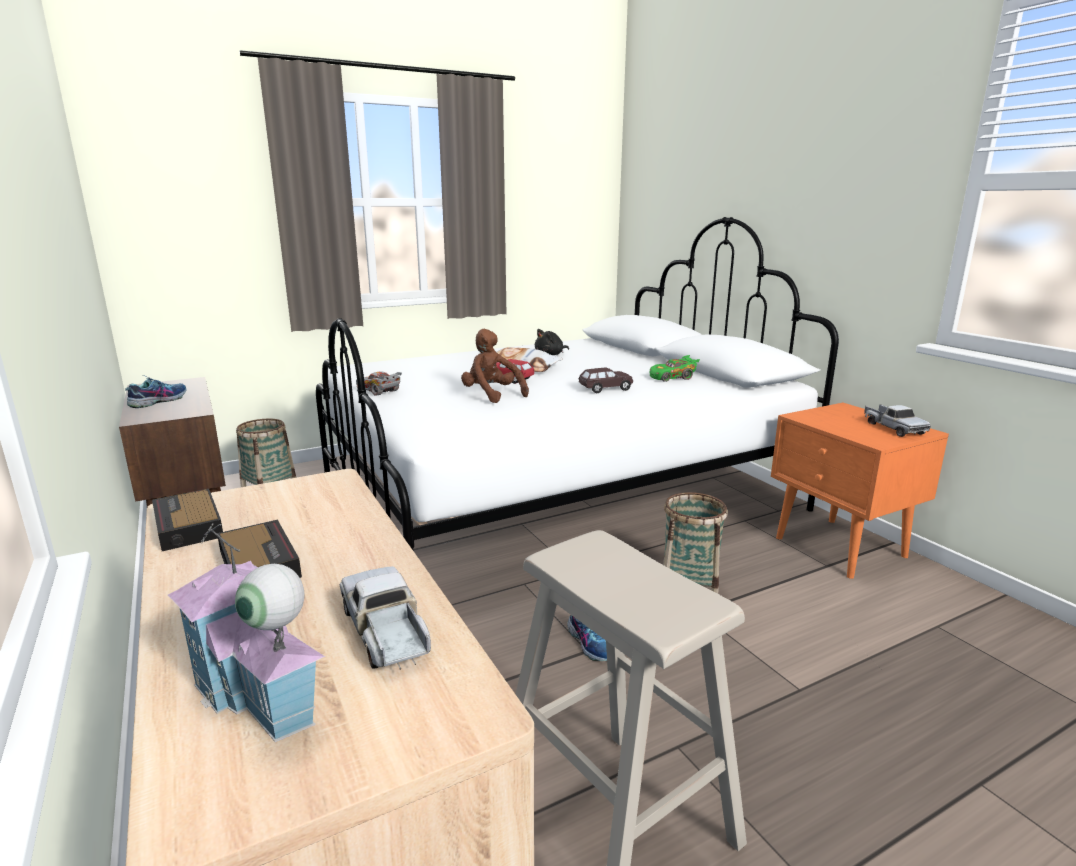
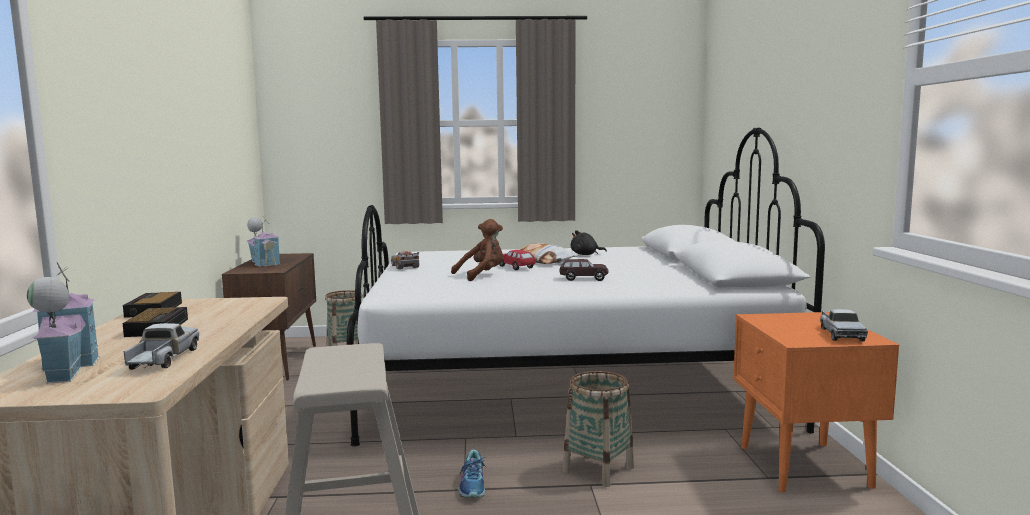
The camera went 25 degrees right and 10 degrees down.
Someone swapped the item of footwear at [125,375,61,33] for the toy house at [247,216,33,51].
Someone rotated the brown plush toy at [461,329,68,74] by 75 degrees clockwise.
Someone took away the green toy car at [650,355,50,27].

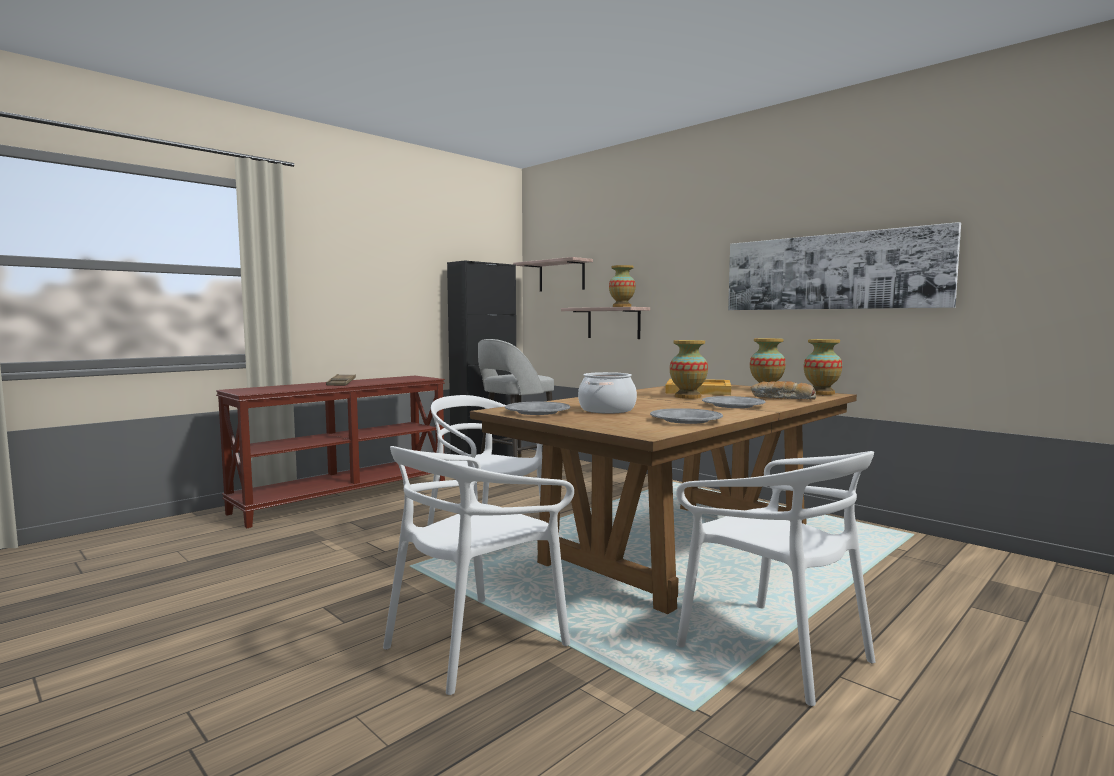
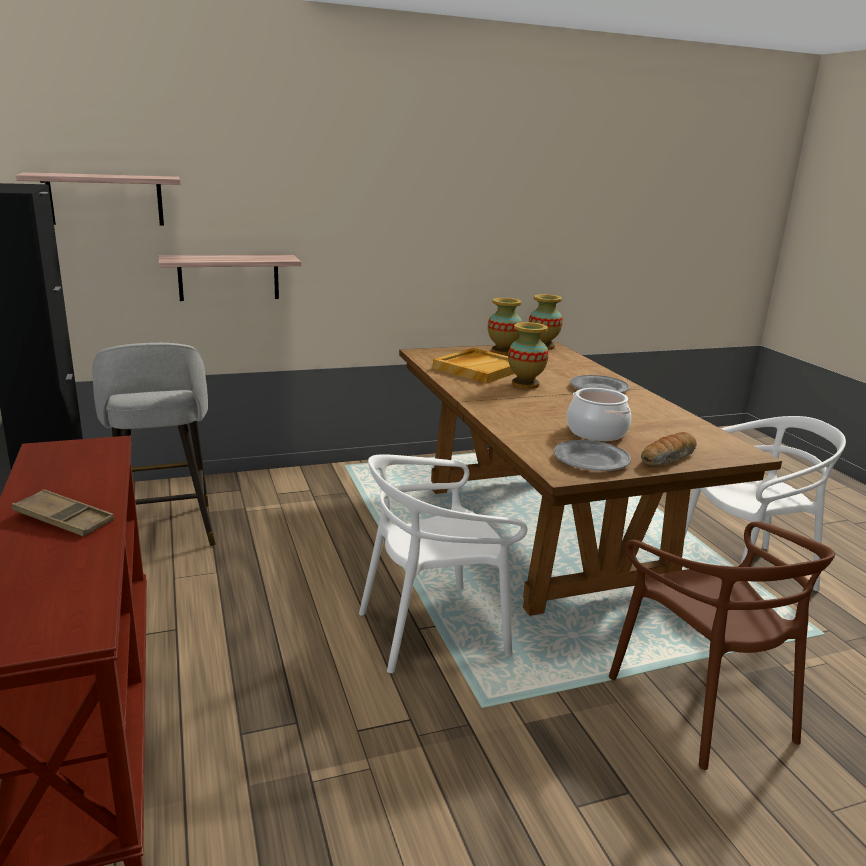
The camera went 65 degrees left and 15 degrees up.
Someone repainted the white upright chair at [383,446,191,249], which became the brown upright chair at [609,522,226,248].
Someone took away the decorative vase at [609,265,27,42].
Someone took away the gray plate at [650,408,73,16].
Someone took away the wall art at [728,222,233,88].
Someone carried the bread from [751,381,65,19] to [641,432,56,34].

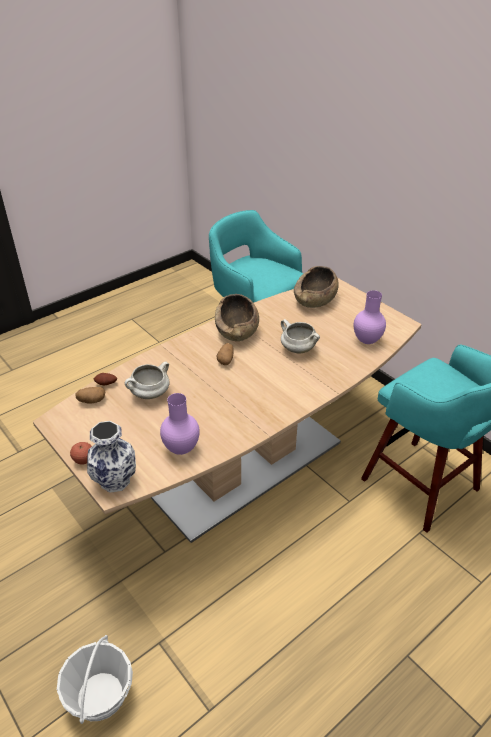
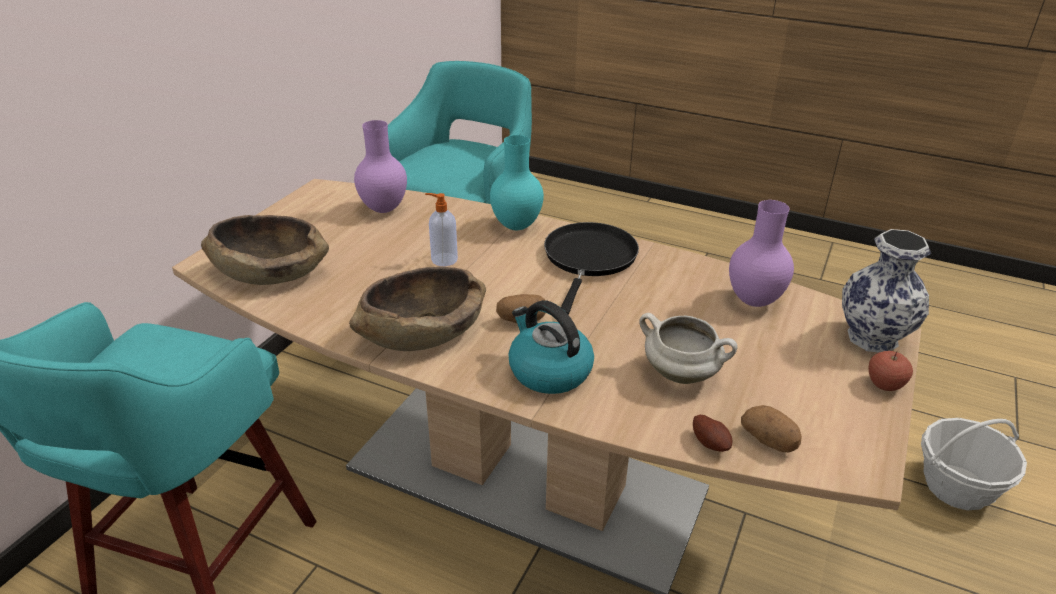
The camera went 115 degrees left and 5 degrees down.
Someone swapped the white cooking pot at [281,319,39,34] for the liquid soap bottle at [425,193,33,73].
Someone put down the turquoise-coloured decorative vase at [490,135,54,95].
Someone put down the kettle at [509,300,85,94].
Someone put down the black frying pan at [544,222,95,93].

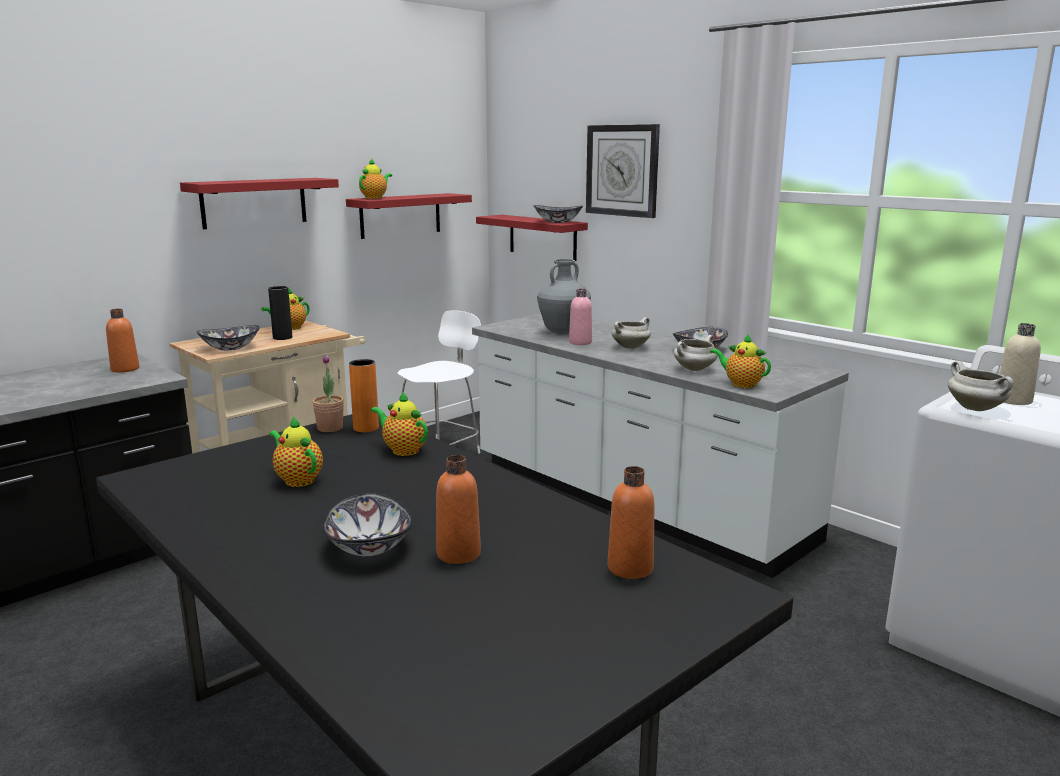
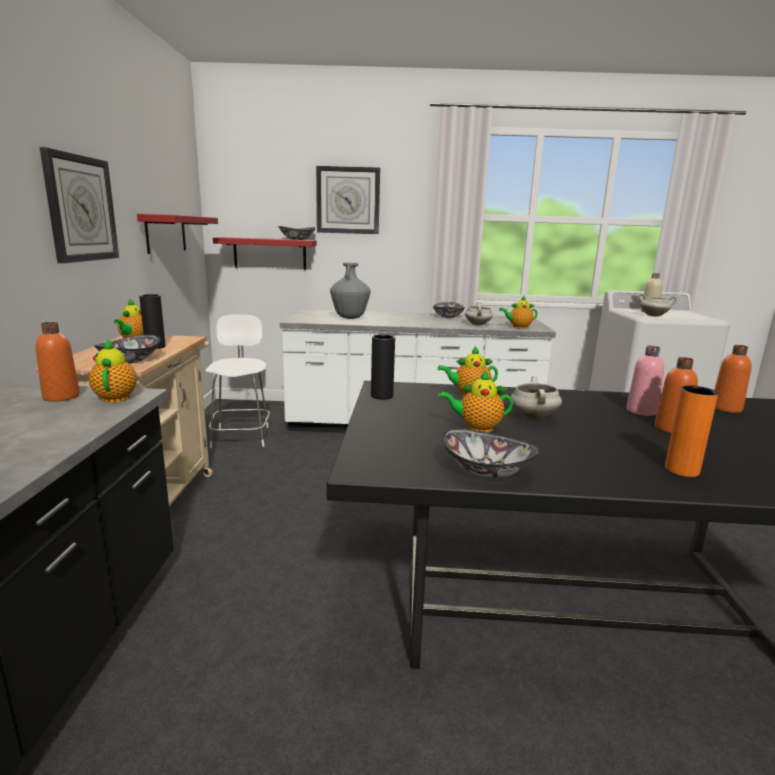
The camera went 45 degrees left and 0 degrees up.
Someone swapped the reddish bracket shelf at [180,178,159,51] for the wall clock at [40,147,79,116].
Someone swapped the plant in a pot at [312,355,32,77] for the black decorative vase at [371,335,24,65].
Someone carried the bowl from [322,493,91,64] to [441,428,99,50].
Someone carried the orange-coloured decorative vase from [349,359,30,73] to [665,386,53,91].
Someone carried the teapot from [359,159,33,40] to [89,339,48,64].
Someone carried the pinkish beverage bottle from [569,289,23,56] to [626,346,38,70].
Someone carried the white cooking pot from [612,317,39,32] to [511,376,51,44].

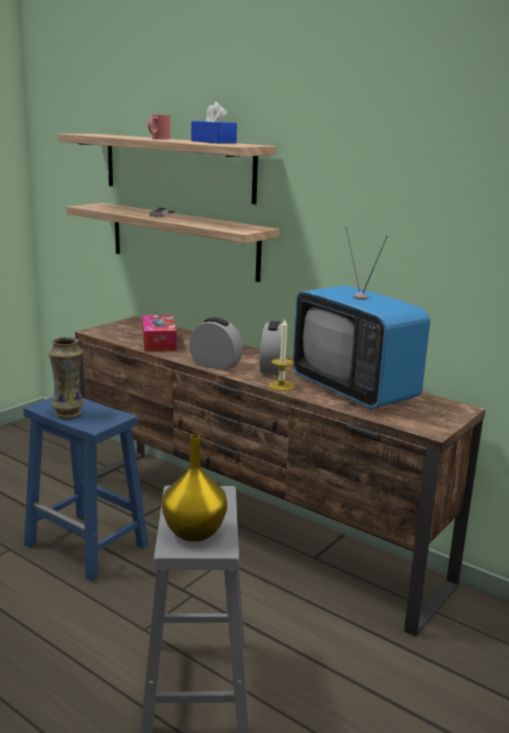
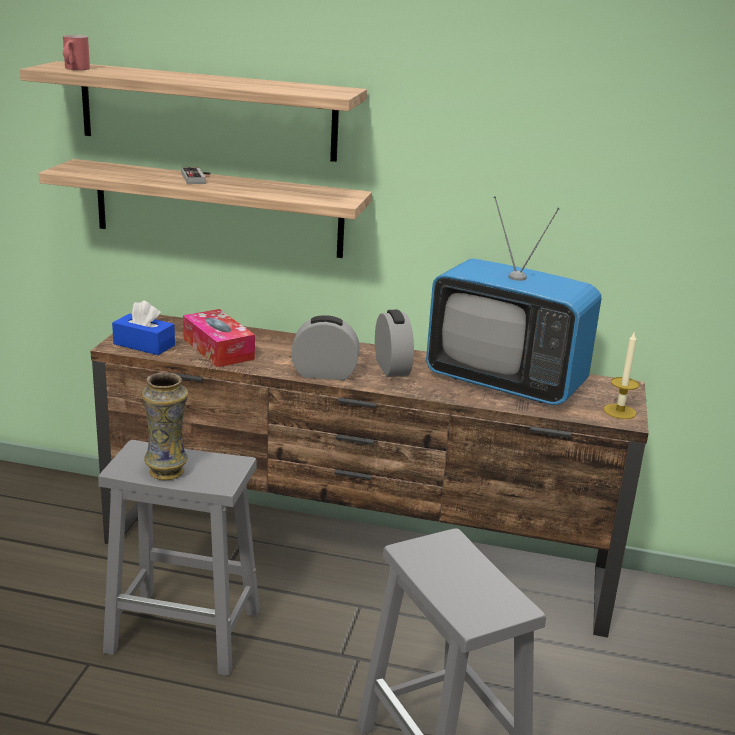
The camera went 25 degrees left and 5 degrees up.
Someone repainted the blue-coloured stool seat at [24,397,125,184], which became the gray stool seat at [98,440,162,236].
Someone carried the reddish coffee mug from [147,114,23,25] to [63,35,27,35].
Someone took away the yellow-coloured decorative vase at [162,435,65,107].
Someone carried the blue-coloured box of tissues from [191,102,46,42] to [112,300,63,55].
Someone carried the wax light from [268,319,27,72] to [604,331,35,88].

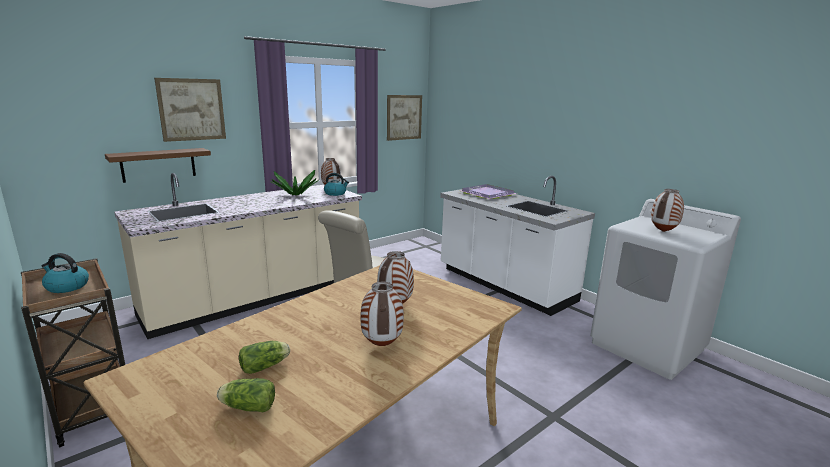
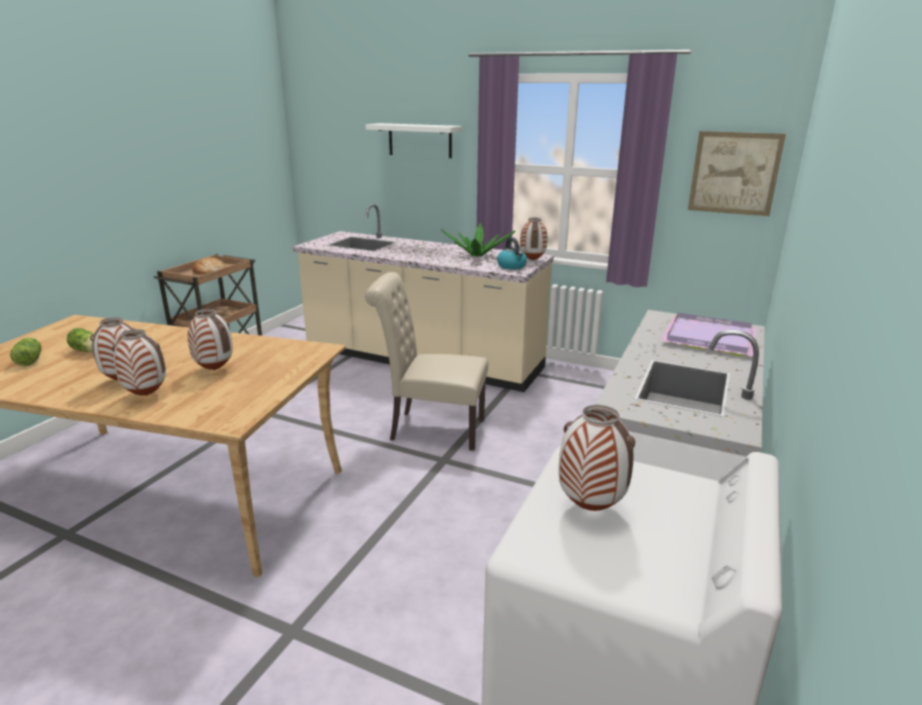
The camera went 65 degrees right and 5 degrees up.
Someone swapped the kettle at [41,253,48,40] for the bread at [192,257,33,17].
Someone took away the brown bracket shelf at [105,148,106,35].
Someone swapped the wall art at [154,78,72,64] for the white bracket shelf at [366,123,96,35].
Someone put down the decorative vase at [112,329,54,67].

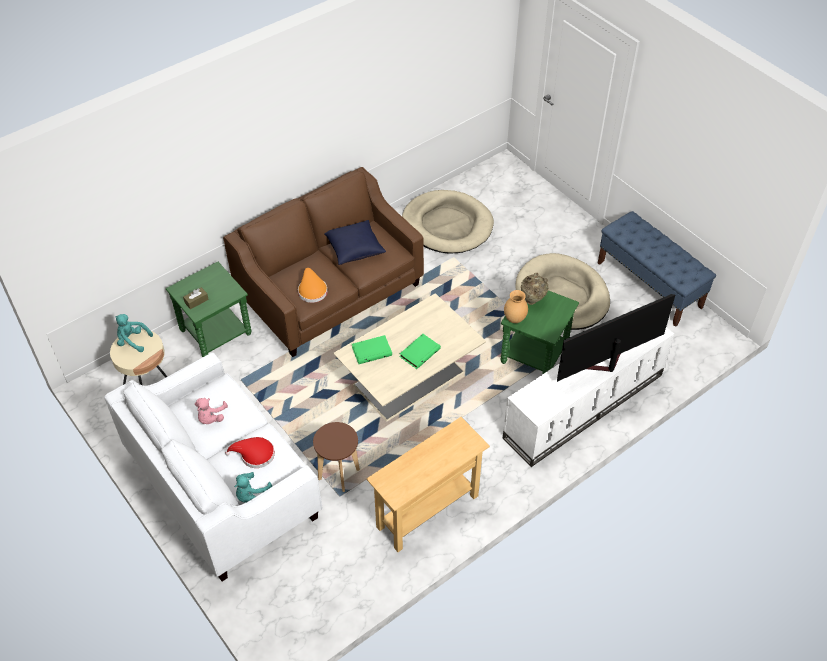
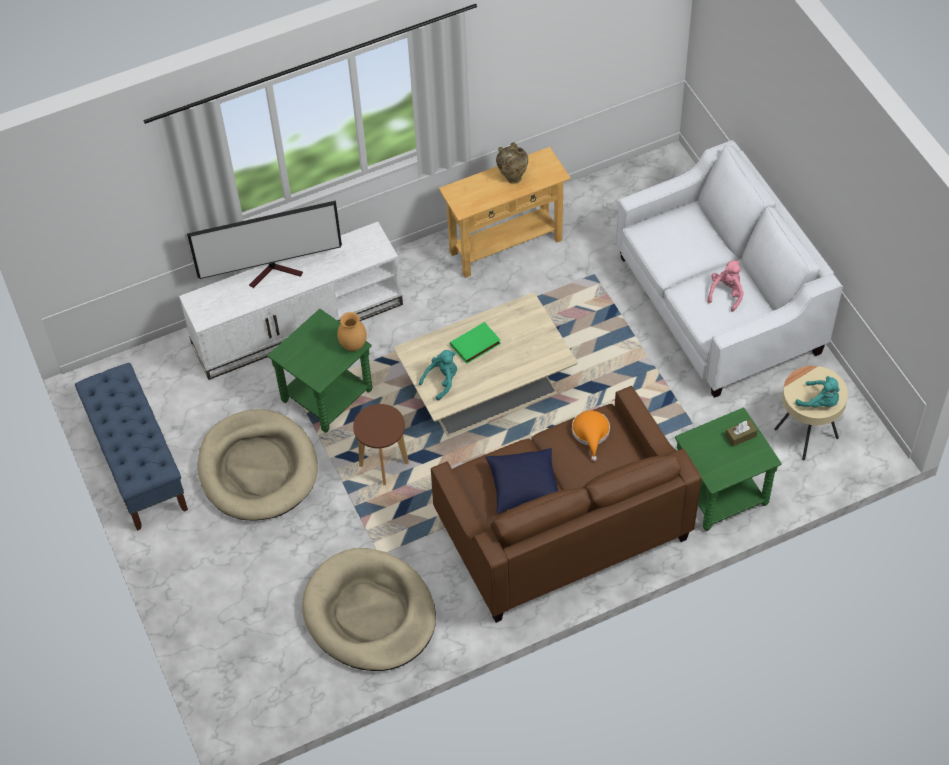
The camera went 165 degrees left and 5 degrees up.
Someone took away the reddish clothing hat at [225,437,50,31].
Someone carried the turquoise-coloured plush toy from [234,472,38,31] to [419,350,38,50].
Someone carried the brown stool seat from [313,422,47,70] to [353,404,56,81].
Someone took away the green book at [352,335,40,29].
Someone carried the beige-coloured decorative vase from [521,273,27,32] to [496,142,32,42].

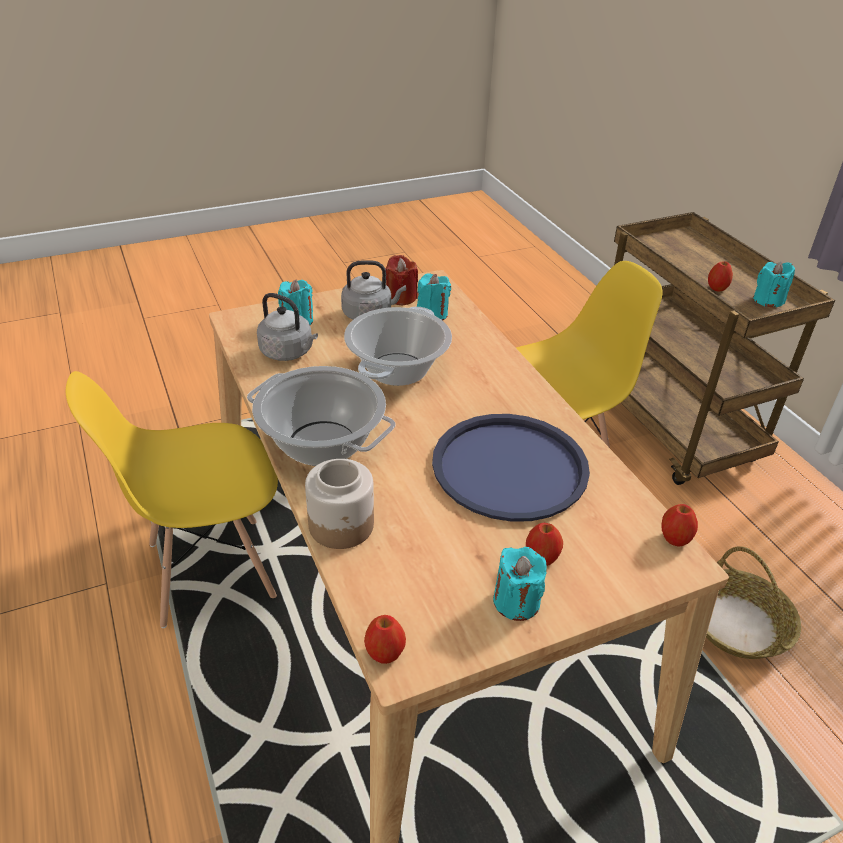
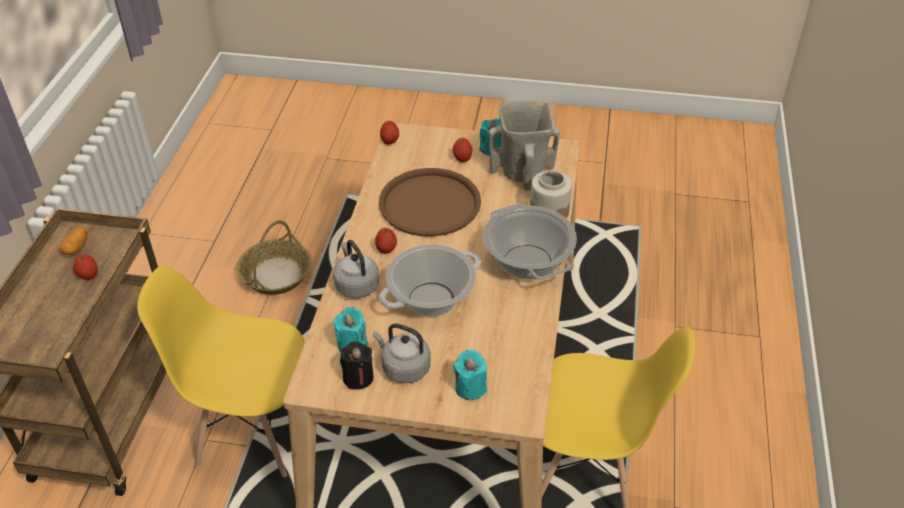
The camera went 145 degrees left and 5 degrees up.
Someone carried the gray kettle from [257,293,61,68] to [333,240,46,58].
Someone carried the apple from [364,615,42,49] to [375,228,22,26].
Someone repainted the reddish wax light at [385,255,33,50], which became the black wax light at [340,341,34,49].
Someone repainted the blue-coloured tray at [432,414,158,108], which became the brown tray at [379,168,102,69].
Someone swapped the turquoise-coloured wax light at [753,261,42,46] for the whole potato at [59,227,28,28].
Someone put down the beige-coloured decorative vase at [489,99,71,92].

